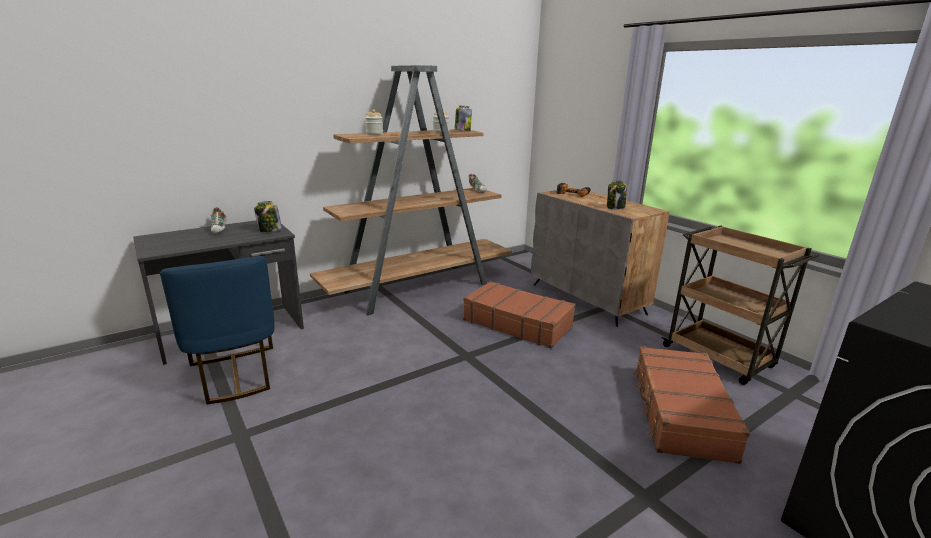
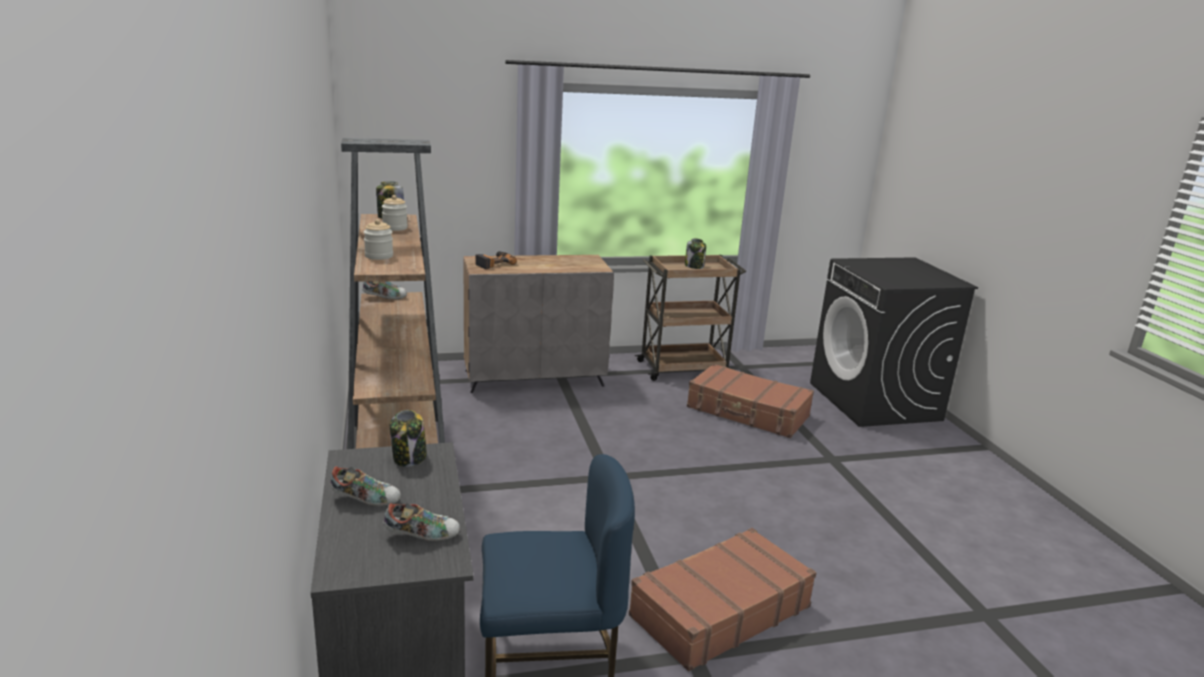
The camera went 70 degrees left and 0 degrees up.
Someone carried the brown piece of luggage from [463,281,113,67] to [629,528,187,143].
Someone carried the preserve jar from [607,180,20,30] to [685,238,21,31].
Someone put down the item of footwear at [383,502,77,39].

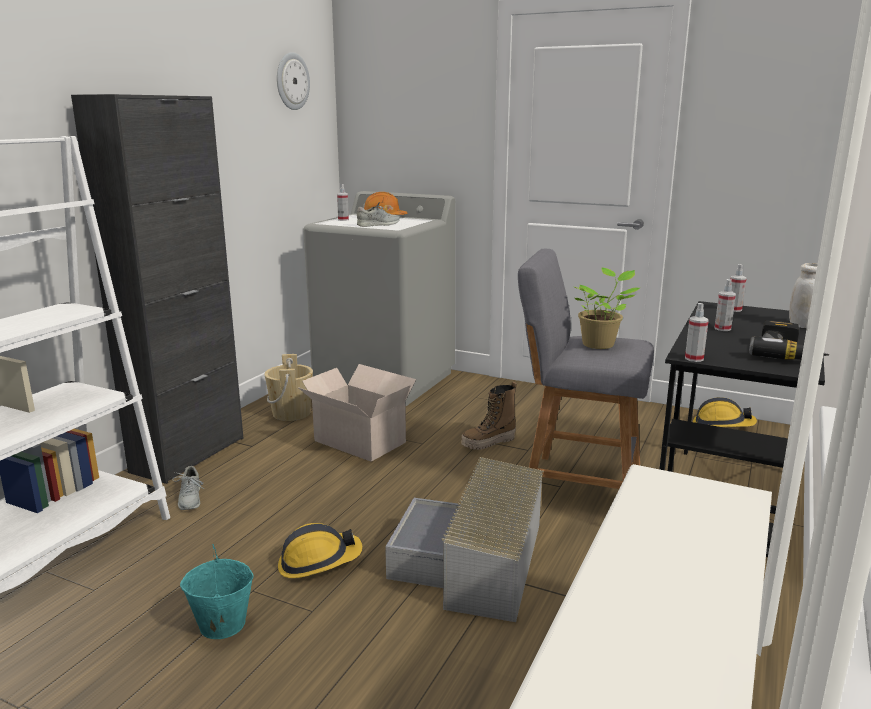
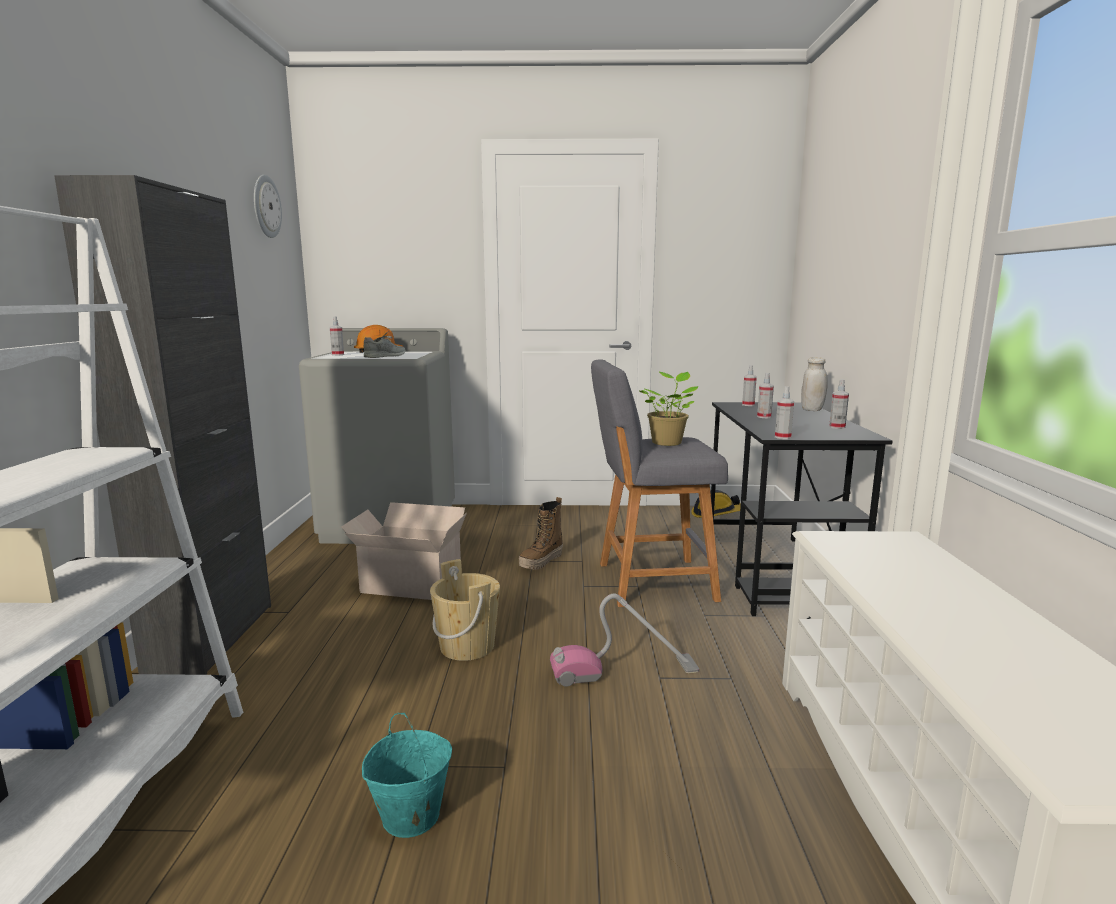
The camera went 25 degrees left and 5 degrees down.
Someone took away the gray item of footwear at [172,466,32,44].
Someone carried the beige-coloured pail from [264,354,49,67] to [430,559,70,102].
Someone took away the safety helmet at [278,523,84,55].
Someone swapped the gray storage container at [385,457,159,165] for the vacuum at [550,593,149,94].
Someone swapped the drill at [749,320,80,40] for the hand sprayer at [829,379,20,50].

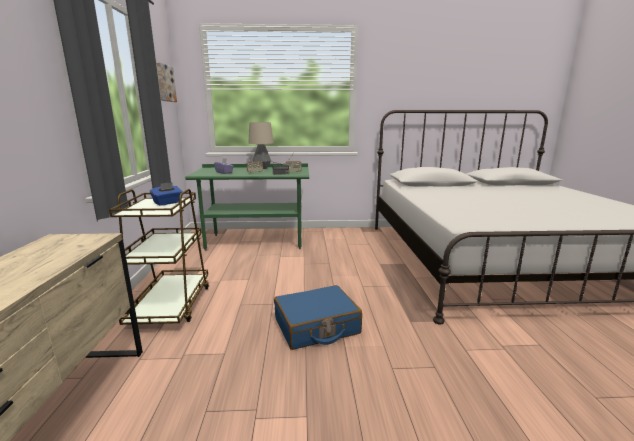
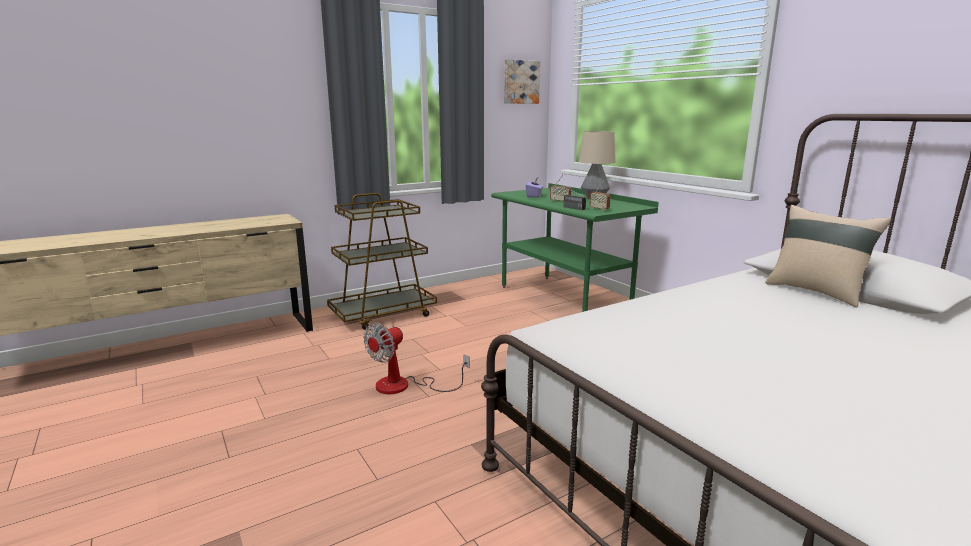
The camera went 60 degrees right and 0 degrees up.
Someone took away the blue-coloured box of tissues at [150,182,33,24].
Someone swapped the blue-coloured piece of luggage at [274,285,88,65] for the electric fan at [363,322,107,72].
Someone put down the beige-coloured cushion at [765,205,126,102].

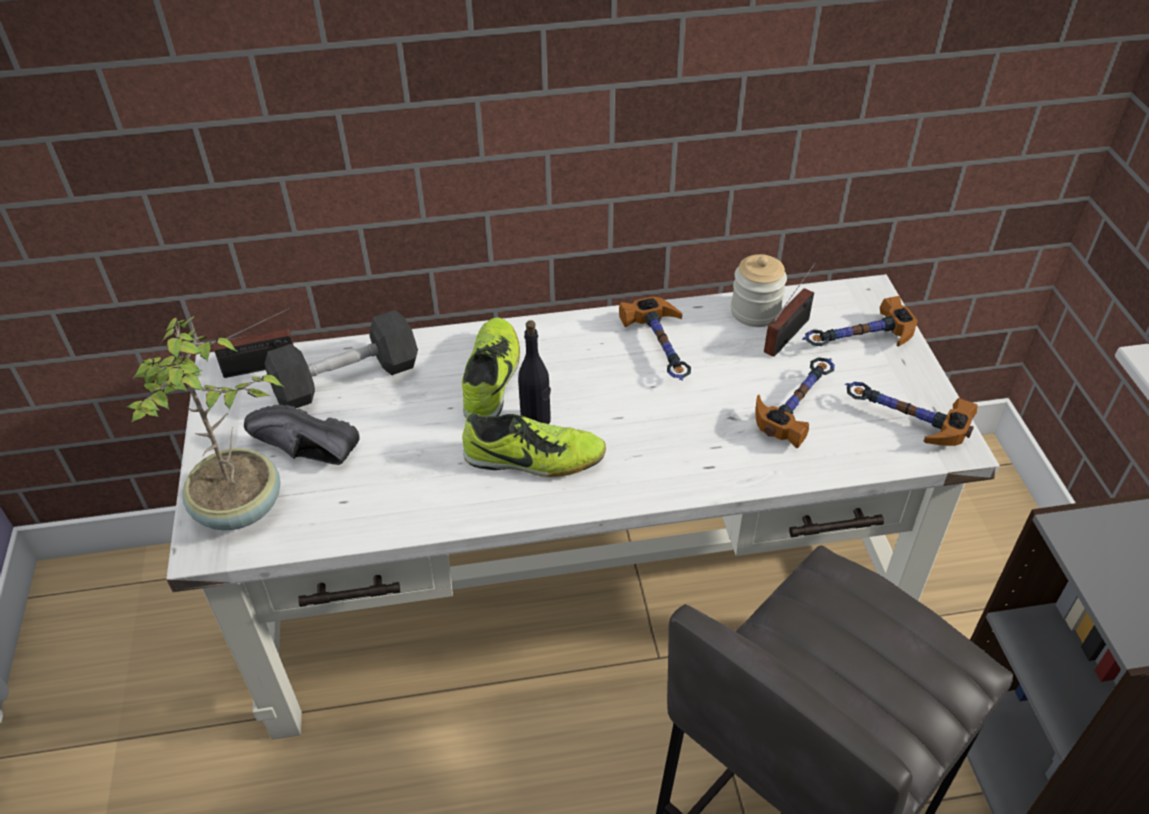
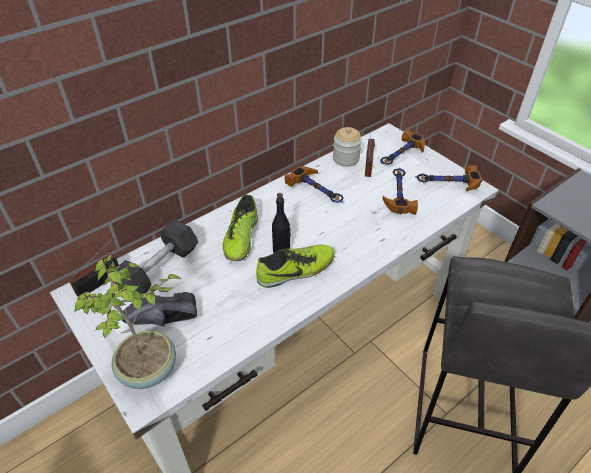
The camera went 30 degrees left and 0 degrees up.
Someone rotated the item of footwear at [462,317,58,102] by 150 degrees counterclockwise.

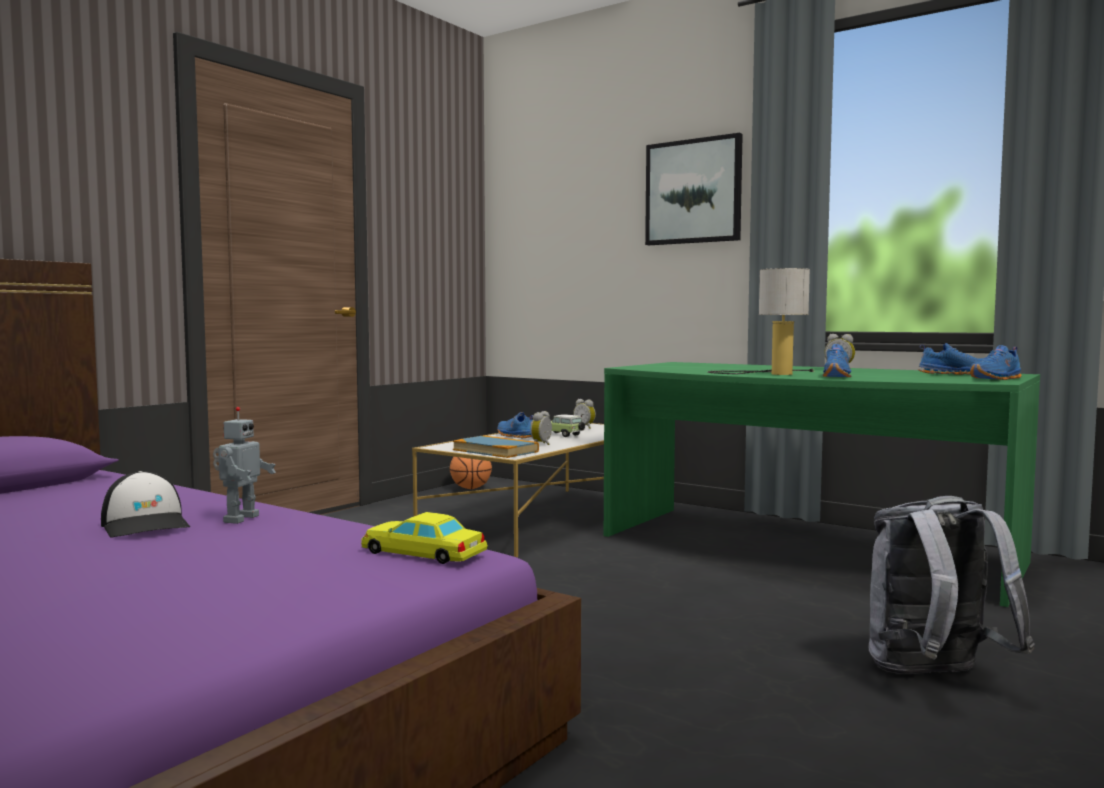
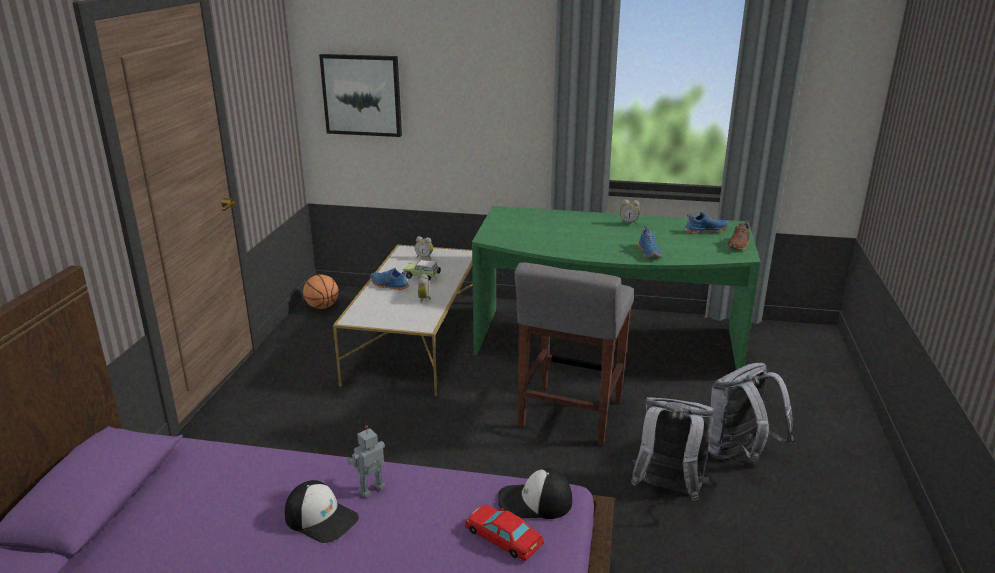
The camera went 25 degrees left and 20 degrees up.
Someone rotated the toy robot at [213,407,63,117] by 120 degrees counterclockwise.
Someone swapped the yellow-coloured toy car at [361,512,127,52] for the peaked cap at [498,468,74,51].
Someone took away the book at [453,435,86,23].
Someone carried the wall art from [645,133,98,112] to [319,54,83,83].
Someone took away the lamp for a table at [707,268,107,107].
Someone repainted the blue-coloured item of footwear at [970,345,51,35], which became the brown item of footwear at [727,220,23,30].
Someone put down the reddish toy car at [465,505,79,56].
Someone put down the gray stool seat at [514,262,120,183].
Someone put down the gray rucksack at [631,397,84,104].

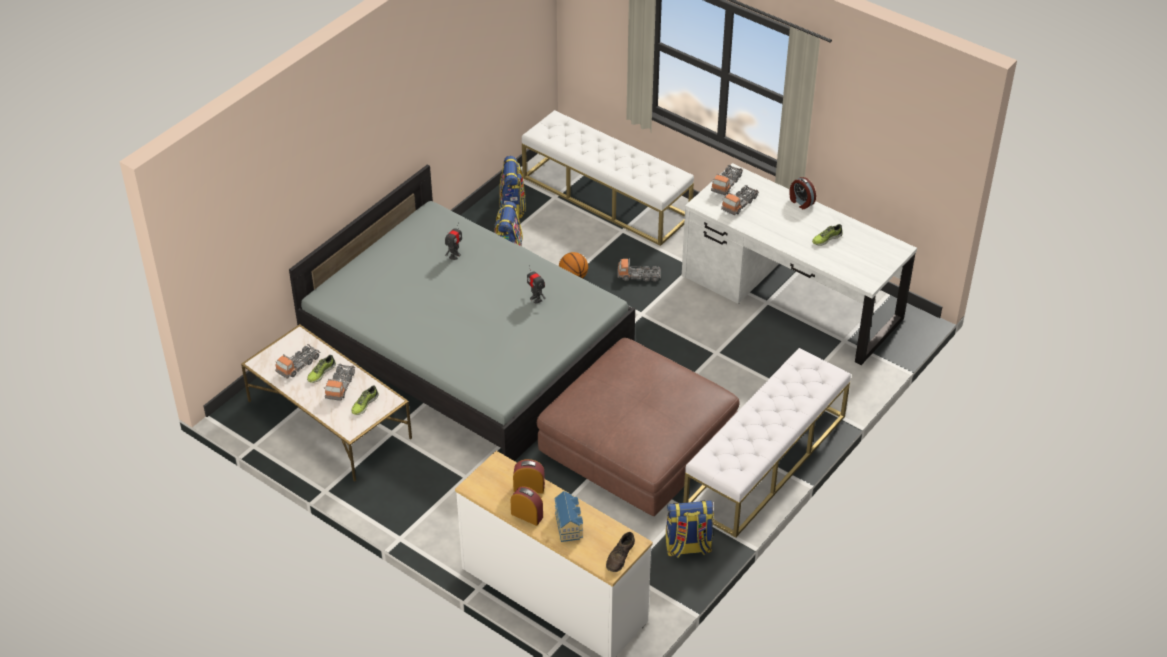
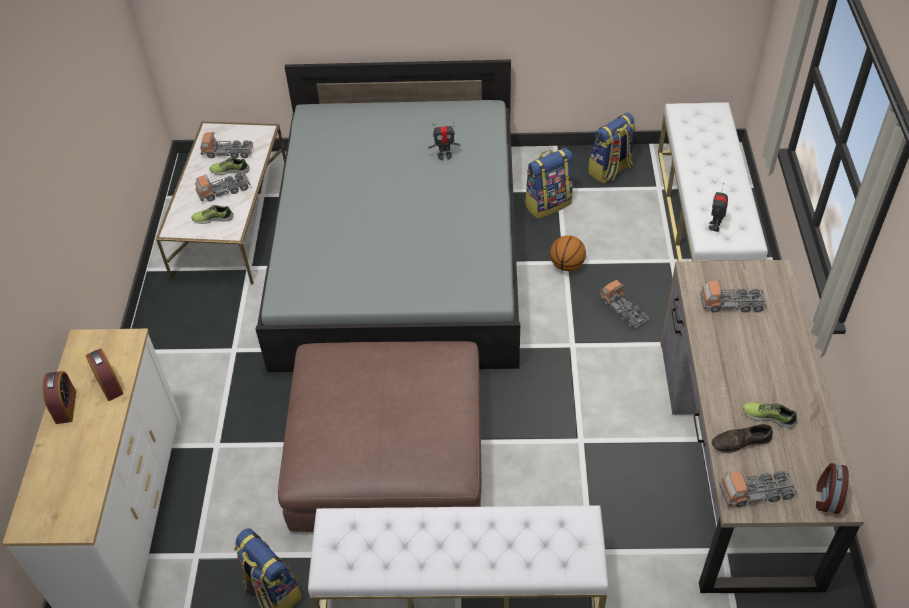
The camera went 55 degrees right and 5 degrees up.
Someone carried the toy robot from [527,265,19,38] to [709,183,19,49].
Someone took away the toy house at [554,491,29,51].
Someone carried the brown item of footwear from [606,532,29,40] to [711,424,62,29].
Someone repainted the white desk unit at [682,163,235,202], which became the brown desk unit at [660,260,204,333].
Someone carried the toy truck from [711,165,32,30] to [719,470,79,37].
Someone carried the table clock from [789,177,27,32] to [816,463,33,51].

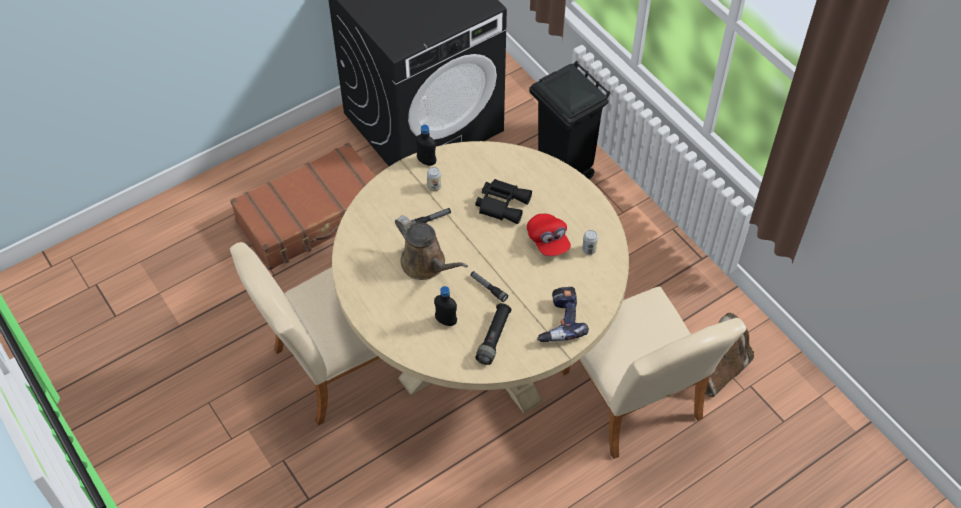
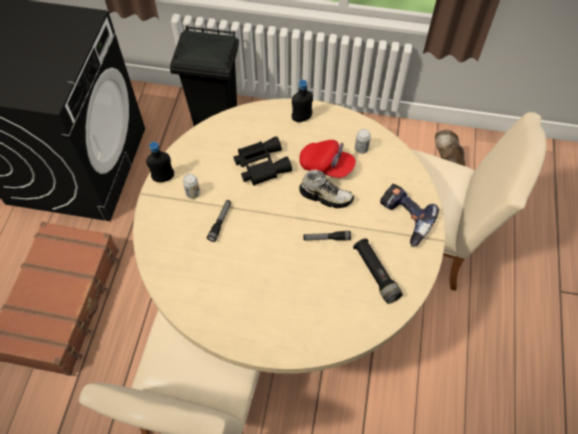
The camera went 45 degrees left and 5 degrees up.
Someone took away the brown watering can at [395,215,73,65].
Someone carried the black beverage bottle from [434,286,23,40] to [292,80,21,42].
Someone put down the item of footwear at [299,170,55,38].

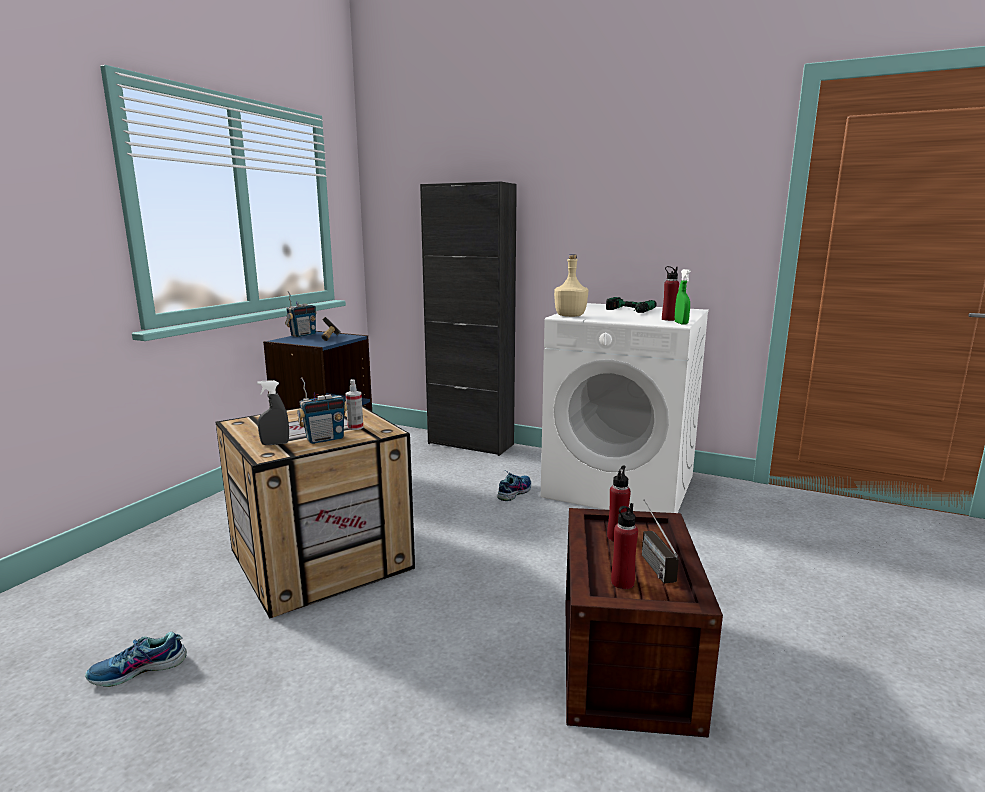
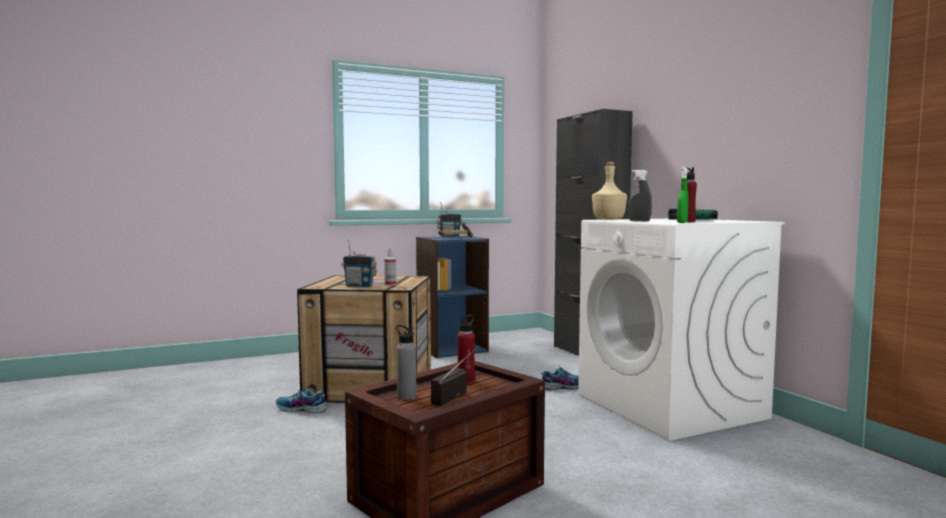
The camera went 40 degrees right and 10 degrees down.
Someone carried the item of footwear from [85,632,102,55] to [276,389,52,25].
Someone carried the gray hand sprayer from [257,380,32,65] to [628,170,24,51].
Someone repainted the reddish beverage bottle at [611,503,27,86], which became the gray beverage bottle at [396,325,21,75].

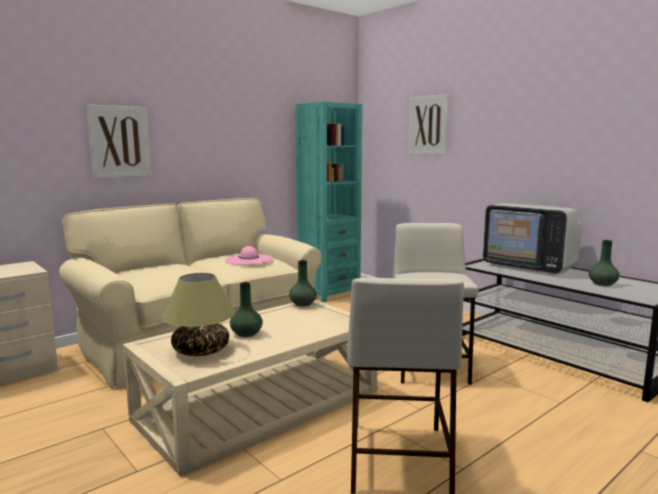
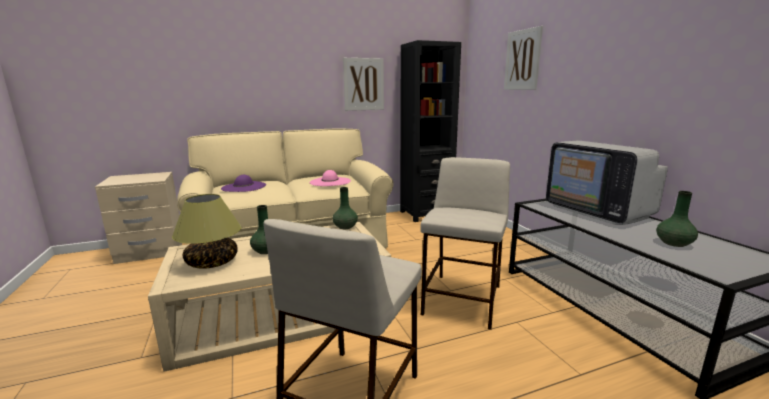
The camera went 20 degrees right and 5 degrees up.
Someone carried the wall art from [87,105,64,73] to [343,58,41,53].
Someone repainted the turquoise-coloured bookshelf at [295,101,68,202], which became the black bookshelf at [400,40,61,182].
Someone put down the purple clothing hat at [221,175,45,17].

